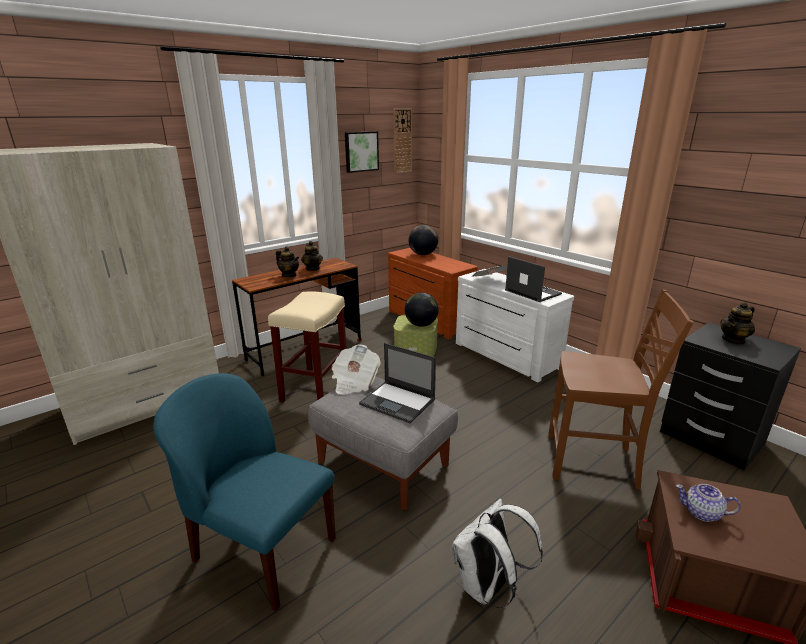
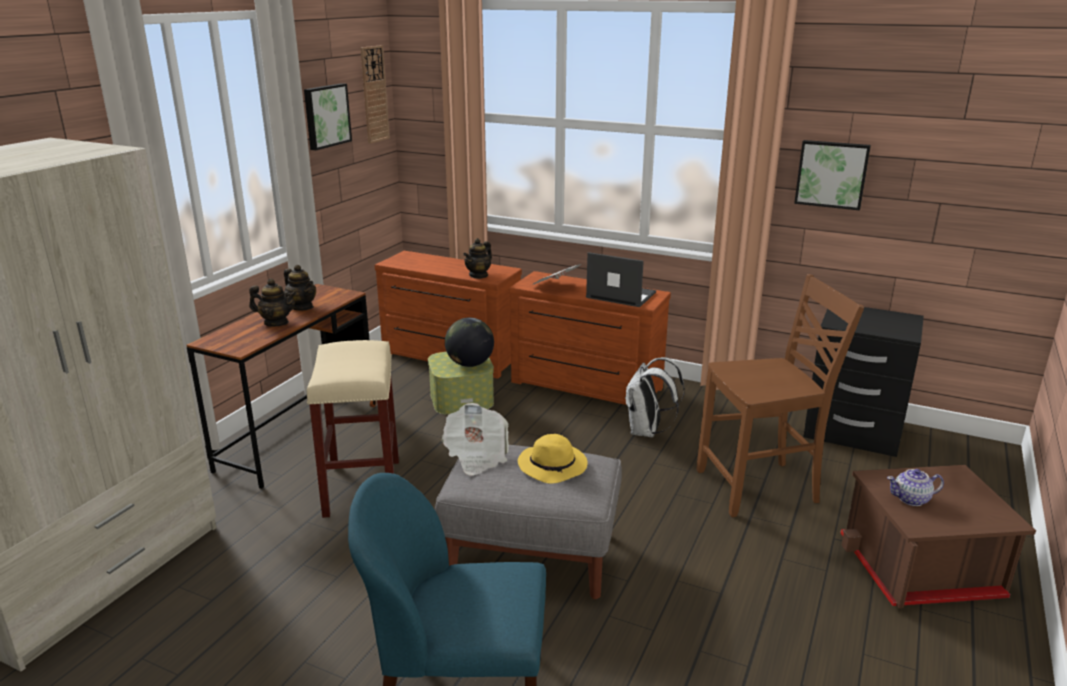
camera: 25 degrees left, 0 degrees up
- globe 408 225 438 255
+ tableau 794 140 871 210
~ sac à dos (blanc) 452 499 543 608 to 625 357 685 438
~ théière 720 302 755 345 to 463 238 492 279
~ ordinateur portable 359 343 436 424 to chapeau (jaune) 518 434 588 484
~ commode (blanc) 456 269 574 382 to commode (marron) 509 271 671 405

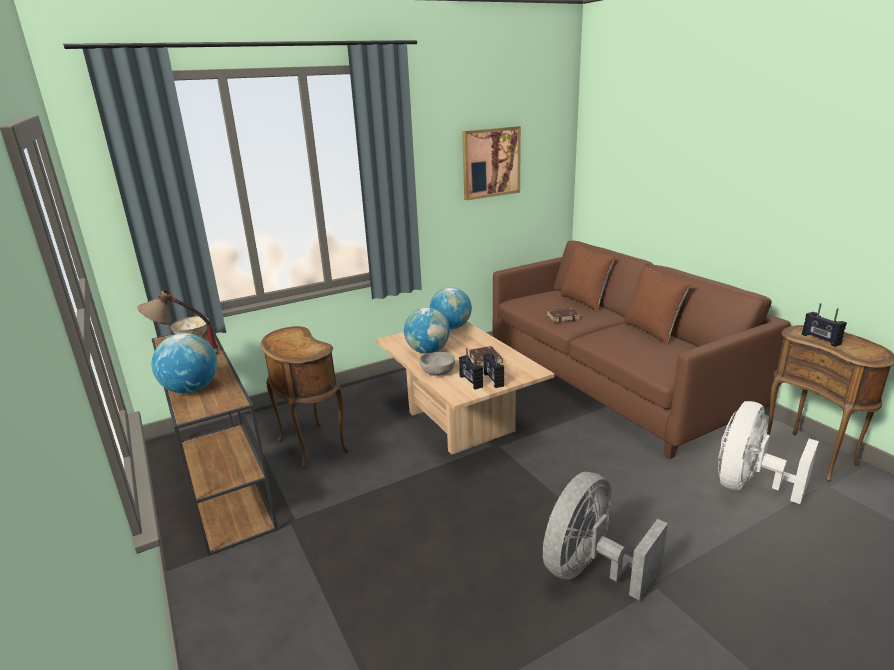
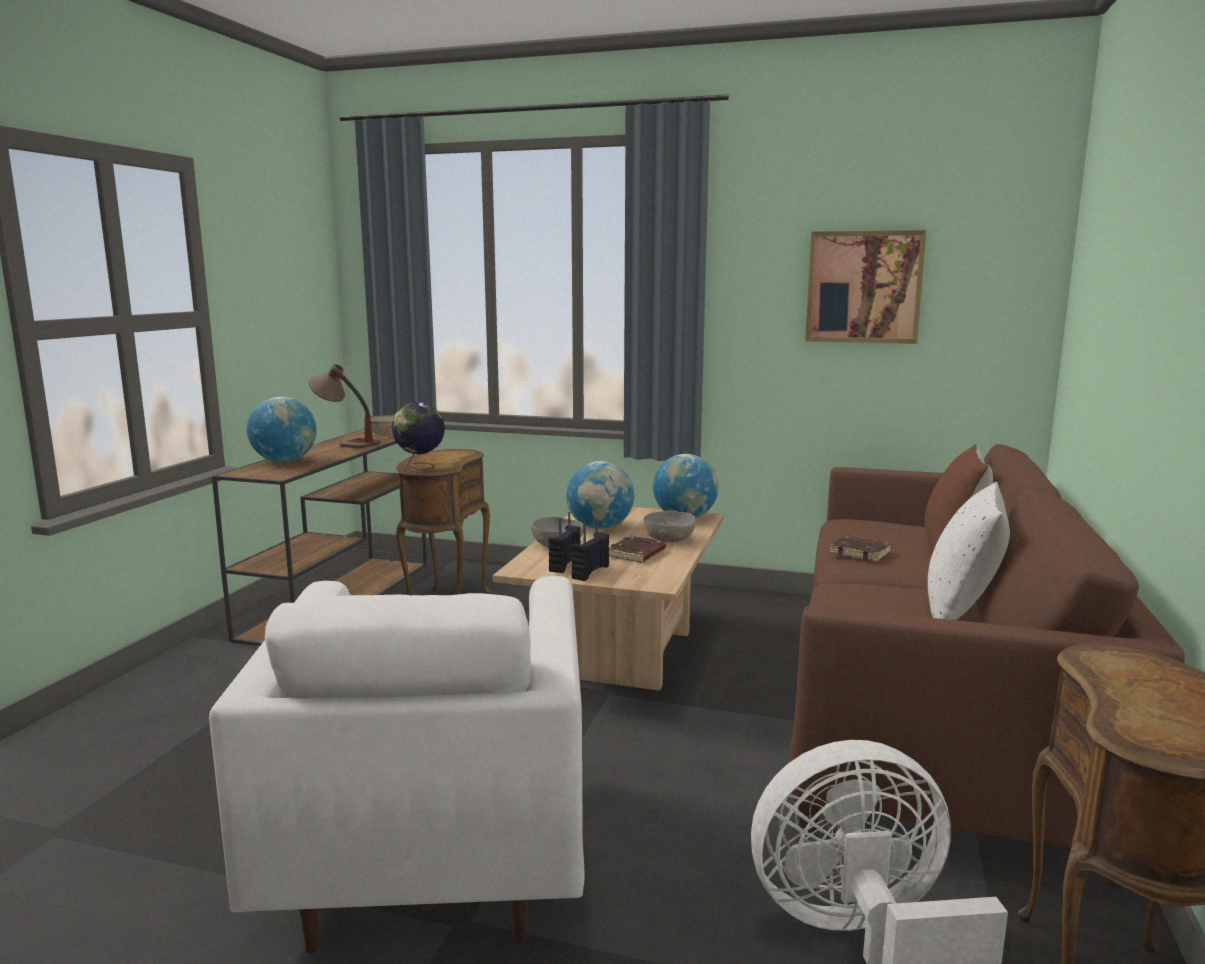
camera: 45 degrees right, 10 degrees down
- radio 802 303 847 347
+ globe 391 402 445 470
+ bol (gris) 644 510 696 542
~ ventilateur (gris) 543 472 668 600 to fauteuil (blanc) 209 576 585 953
~ coussin (marron) 623 265 692 345 to coussin (blanc) 928 482 1010 620

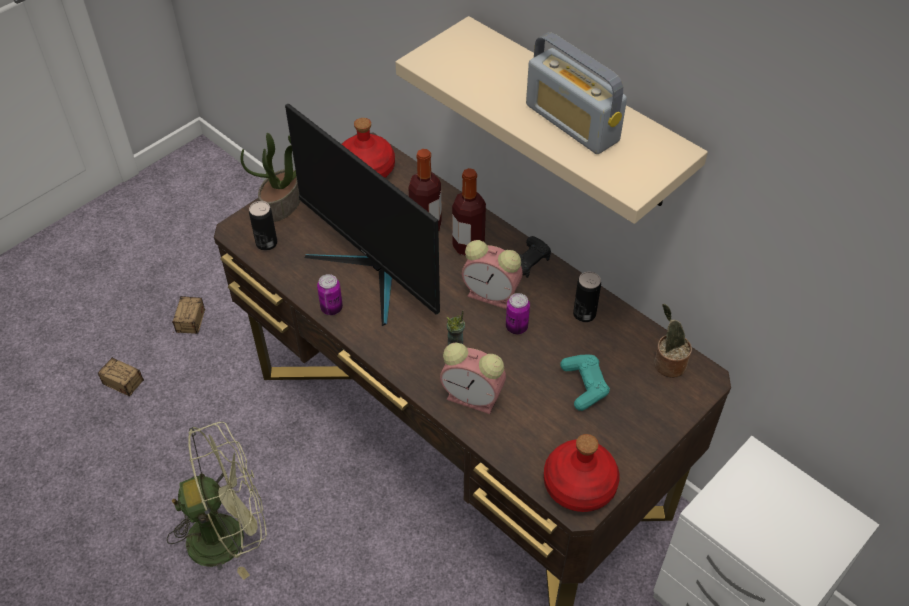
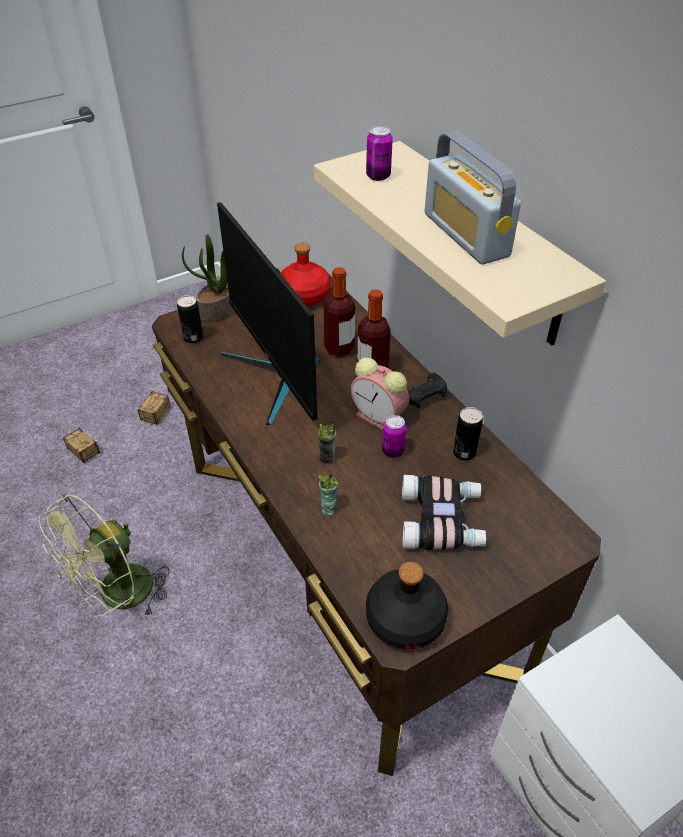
camera: 15 degrees right, 5 degrees down
- plante en pot 654 304 692 378
~ boîte métallique 317 274 343 315 to 366 126 393 181
~ réveil 440 342 506 414 to tasse 318 473 339 516
~ manette (turquoise) 560 355 610 411 to jumelles 402 475 486 550
~ bouteille (rouge) 544 434 620 512 to bouteille (noir) 366 562 448 649
~ ventilateur (vert) 167 422 267 580 = 38 494 170 618 135 degrees clockwise

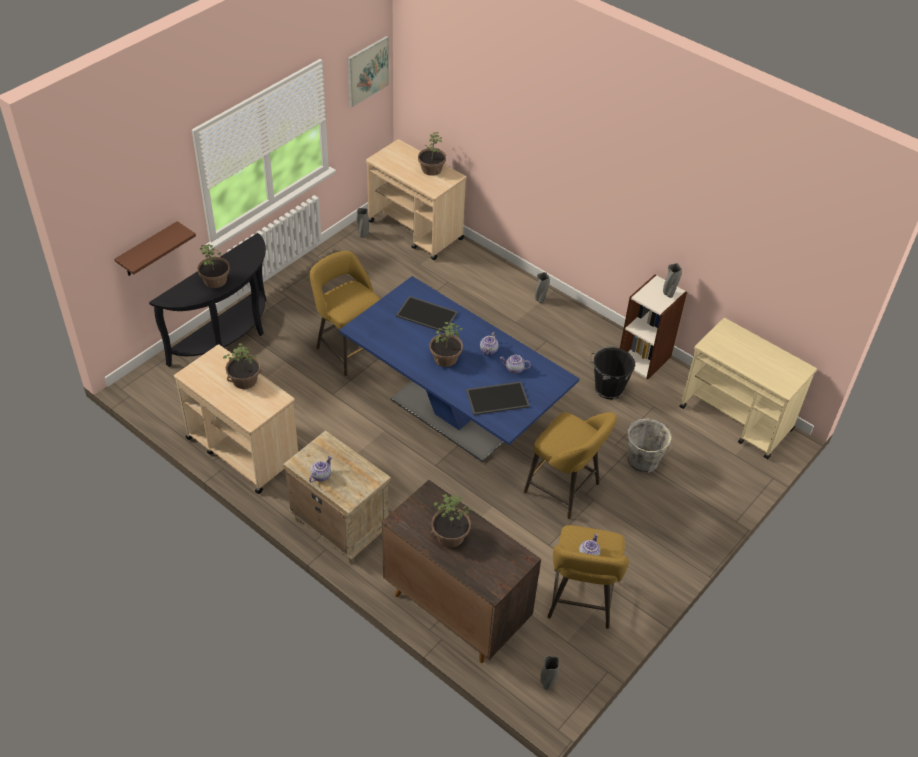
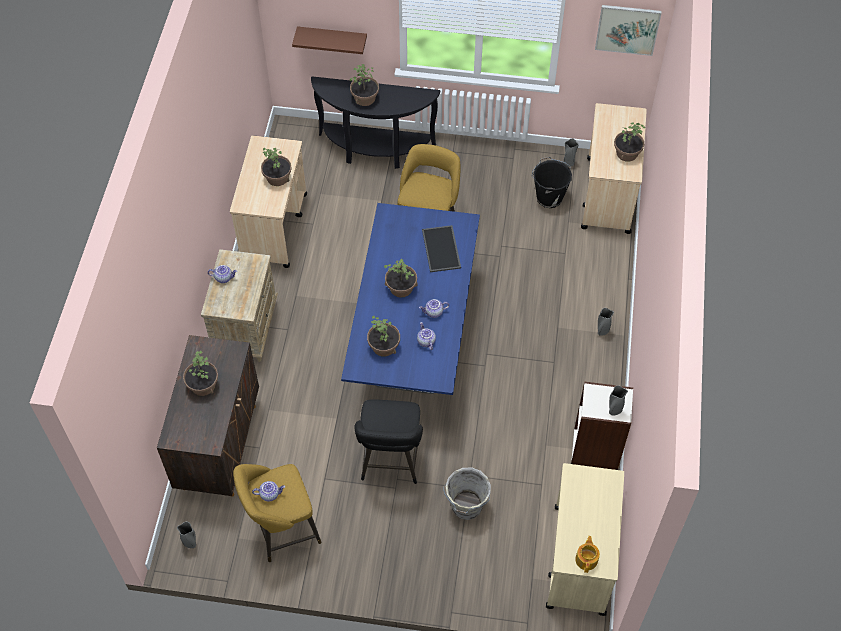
camera: 60 degrees right, 10 degrees up
+ théière 575 536 600 573
~ seau (noir) 589 345 635 399 to 532 157 572 208
~ plateau 466 382 530 415 to plante en pot 367 316 400 357
~ tabouret (jaune) 524 412 617 519 to tabouret (noir) 354 399 423 484

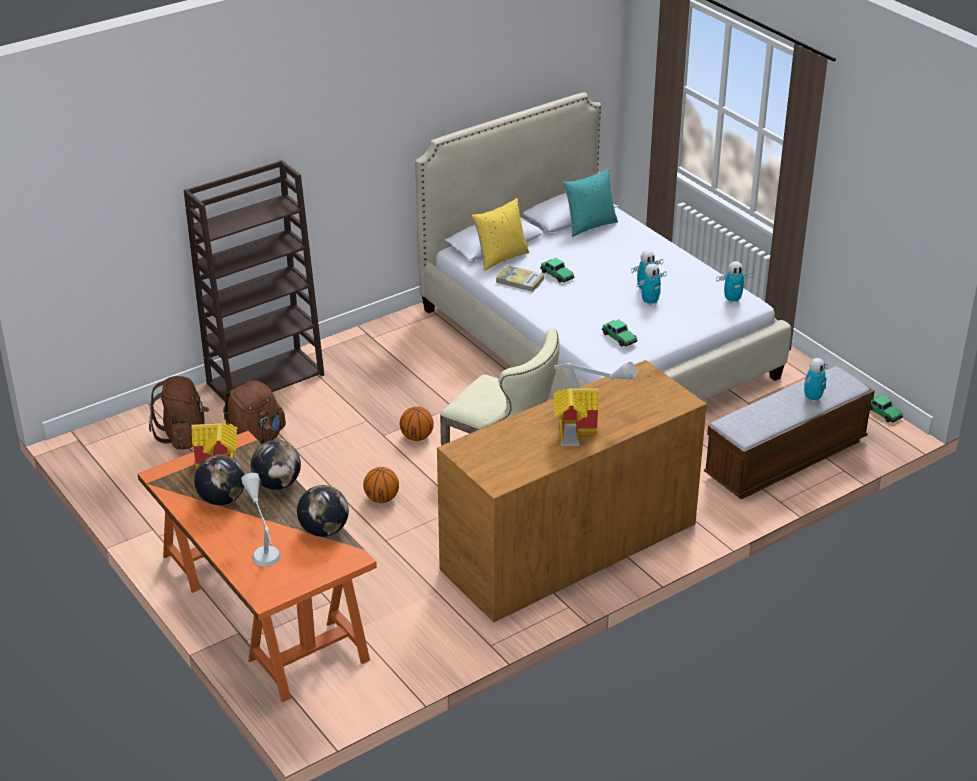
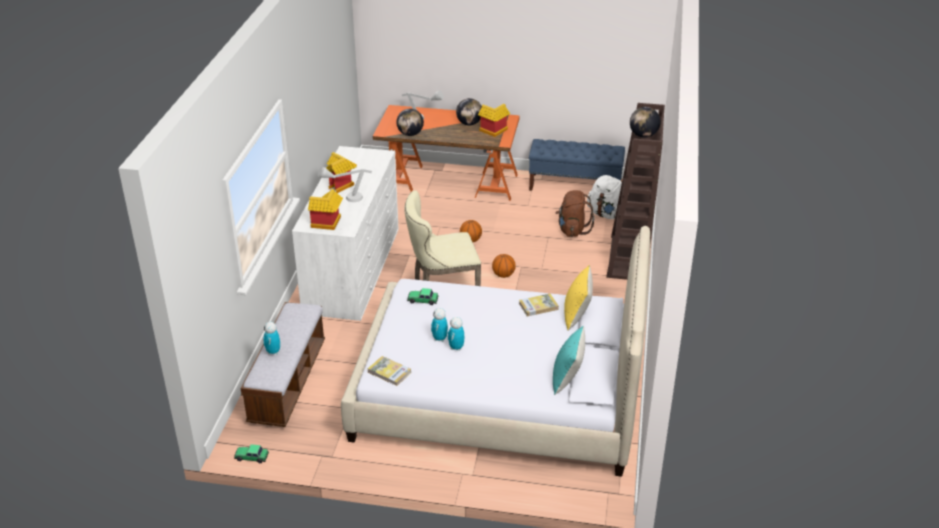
camera: 135 degrees right, 0 degrees up
- petite voiture 540 258 574 283
+ maison miniature 308 189 343 230
+ banc (bleu) 529 139 625 191
~ globe 251 440 301 490 to 630 107 661 138
~ robot jouet 716 261 754 303 to livre 368 356 411 386
~ sac à dos (marron) 149 376 209 450 to sac à dos (blanc) 587 175 622 219
~ commode (marron) 437 360 707 622 to commode (blanc) 292 146 399 321

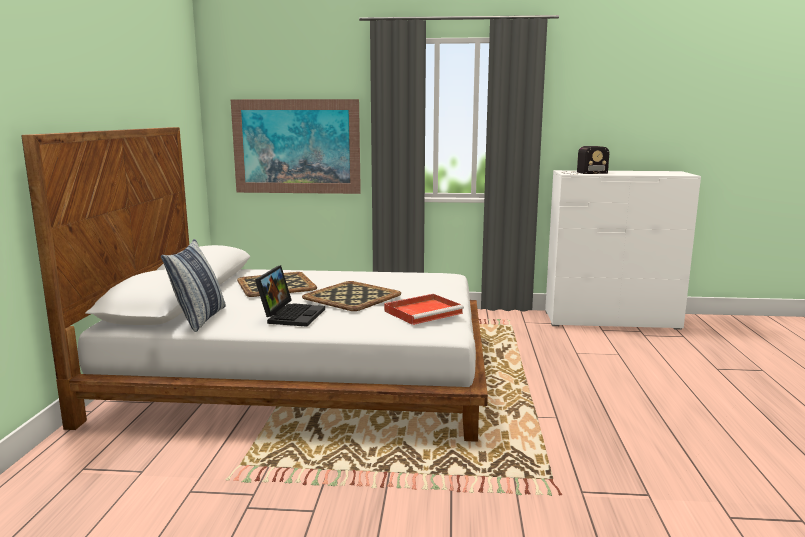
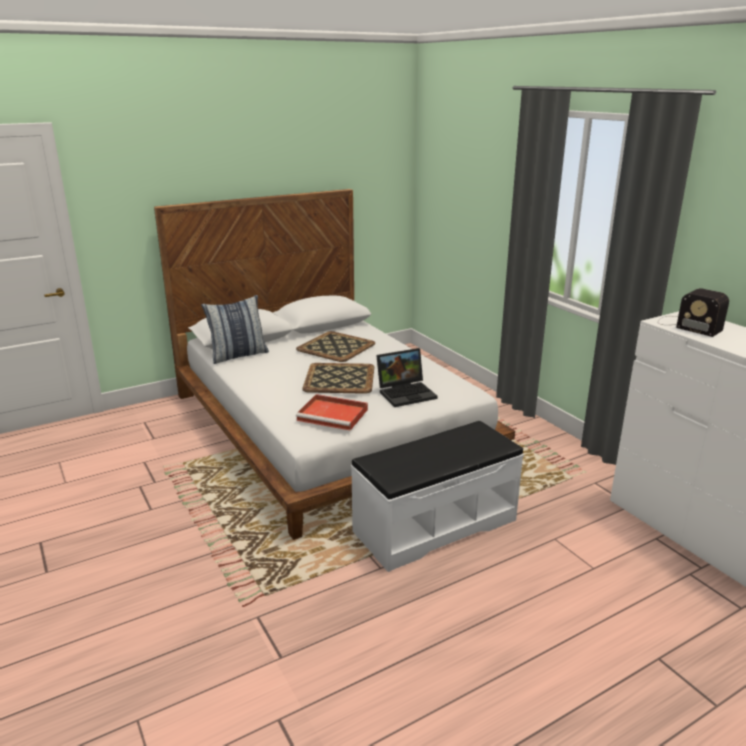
camera: 55 degrees right, 10 degrees up
- tableau 231 99 361 194
+ banc (blanc) 351 421 524 572
~ ordinateur portable 255 265 325 327 to 376 348 438 407

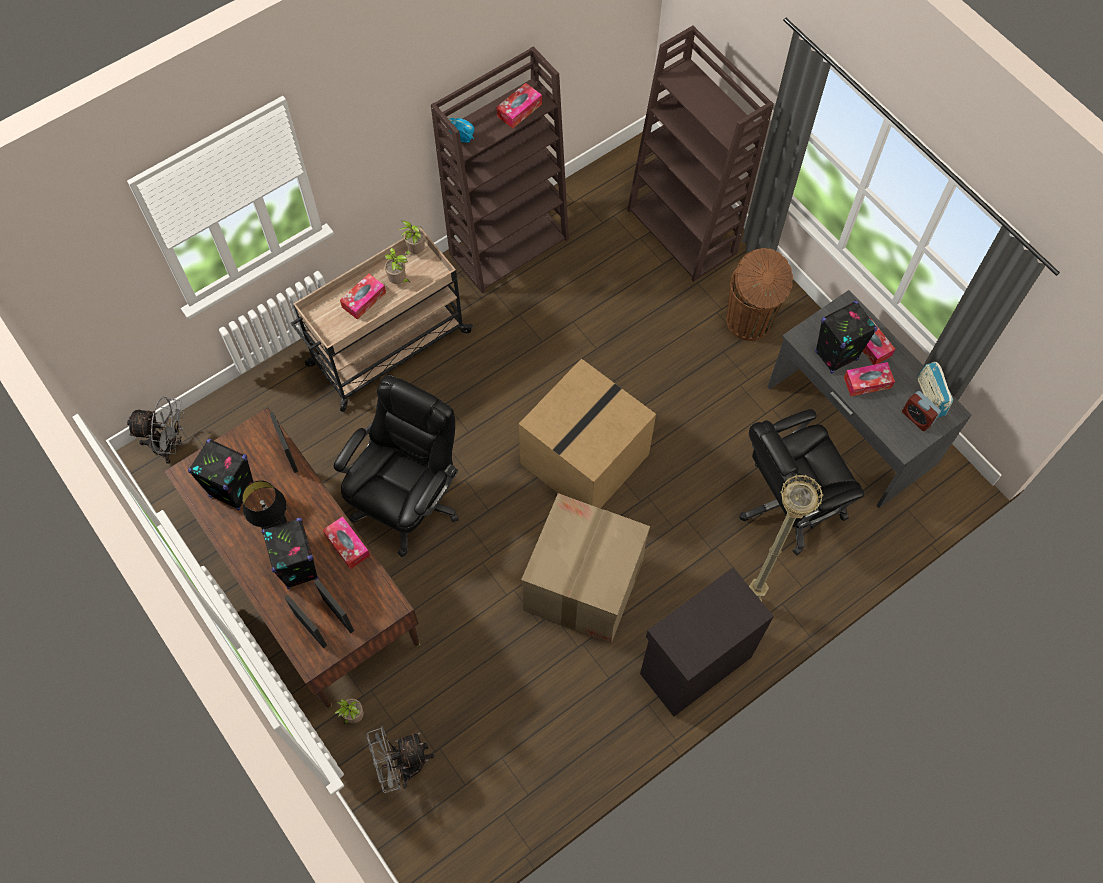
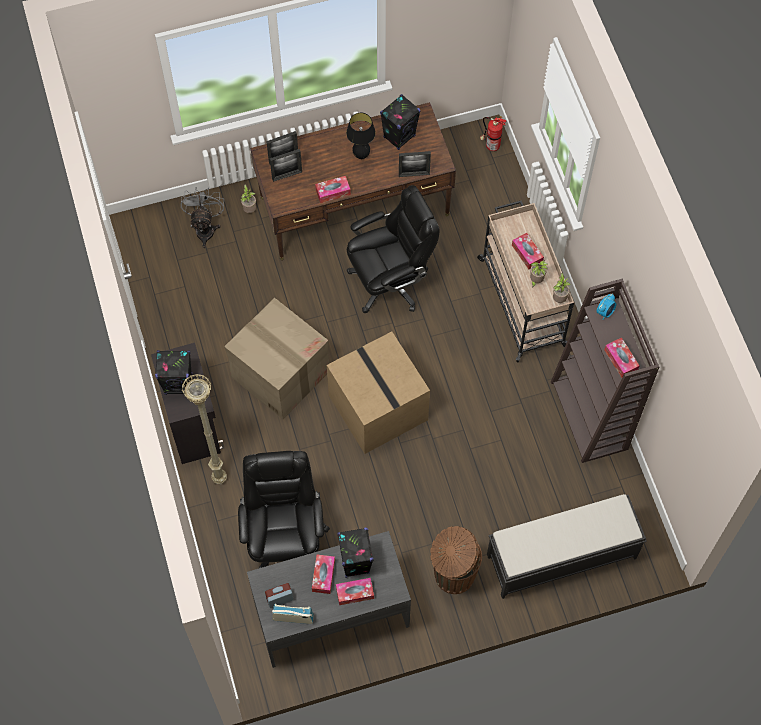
camera: 110 degrees right, 0 degrees up
~ enceinte (noir) 262 518 319 589 to 155 350 192 395
~ ventilateur (gris) 127 397 185 464 to extincteur 480 116 507 151
~ bibliothèque (marron) 627 25 774 282 to banc (noir) 487 494 647 599
~ chaise de bureau (noir) 334 375 459 557 = 347 185 439 313 75 degrees counterclockwise

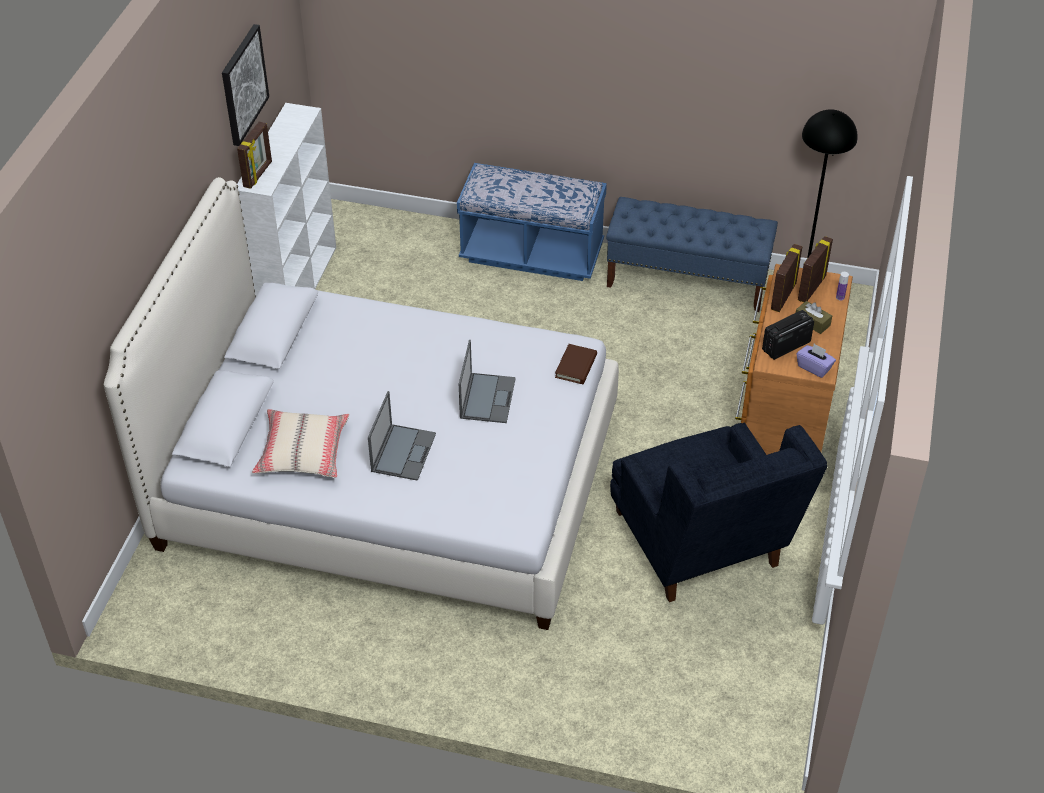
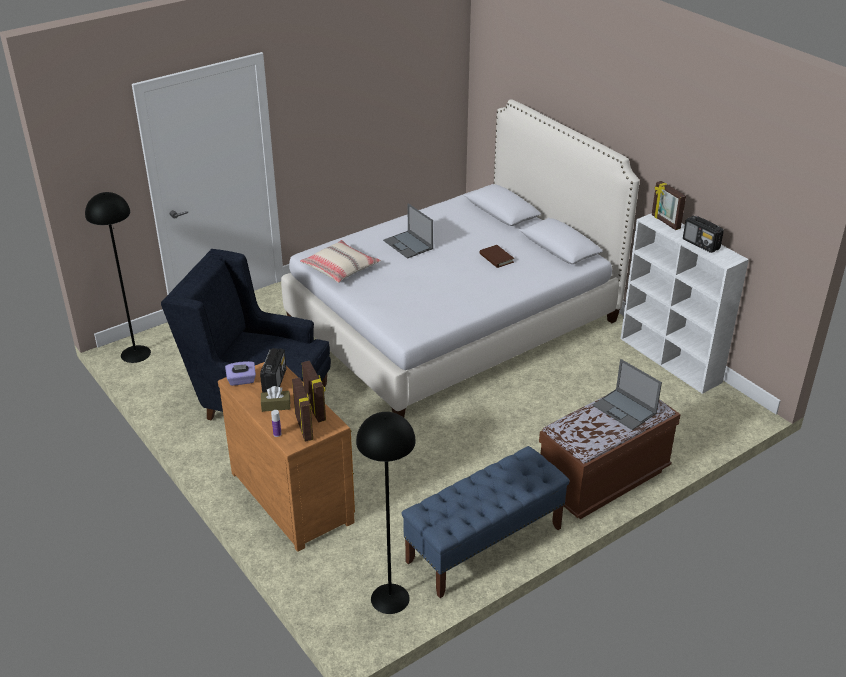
camera: 130 degrees right, 10 degrees down
- tableau 222 24 269 146
+ lampadaire (noir) 85 192 151 363
+ radio 683 216 724 253
~ coussin (beige) 252 409 349 478 to 300 240 381 283
~ ordinateur portable 459 340 516 423 to 592 359 662 430
~ livre (marron) 555 344 597 384 to 479 245 514 268
~ banc (bleu) 457 163 607 281 to banc (marron) 539 397 681 519

